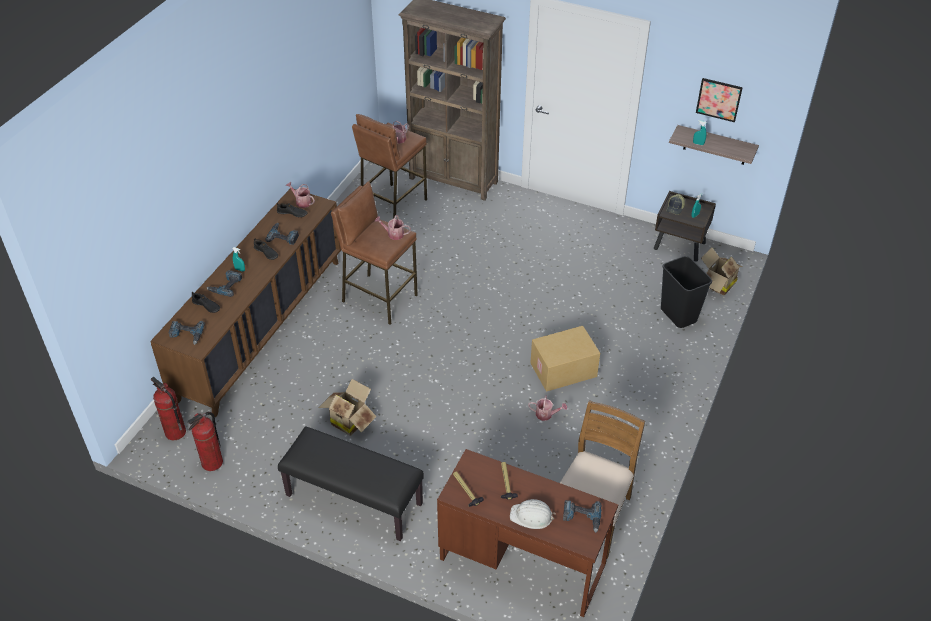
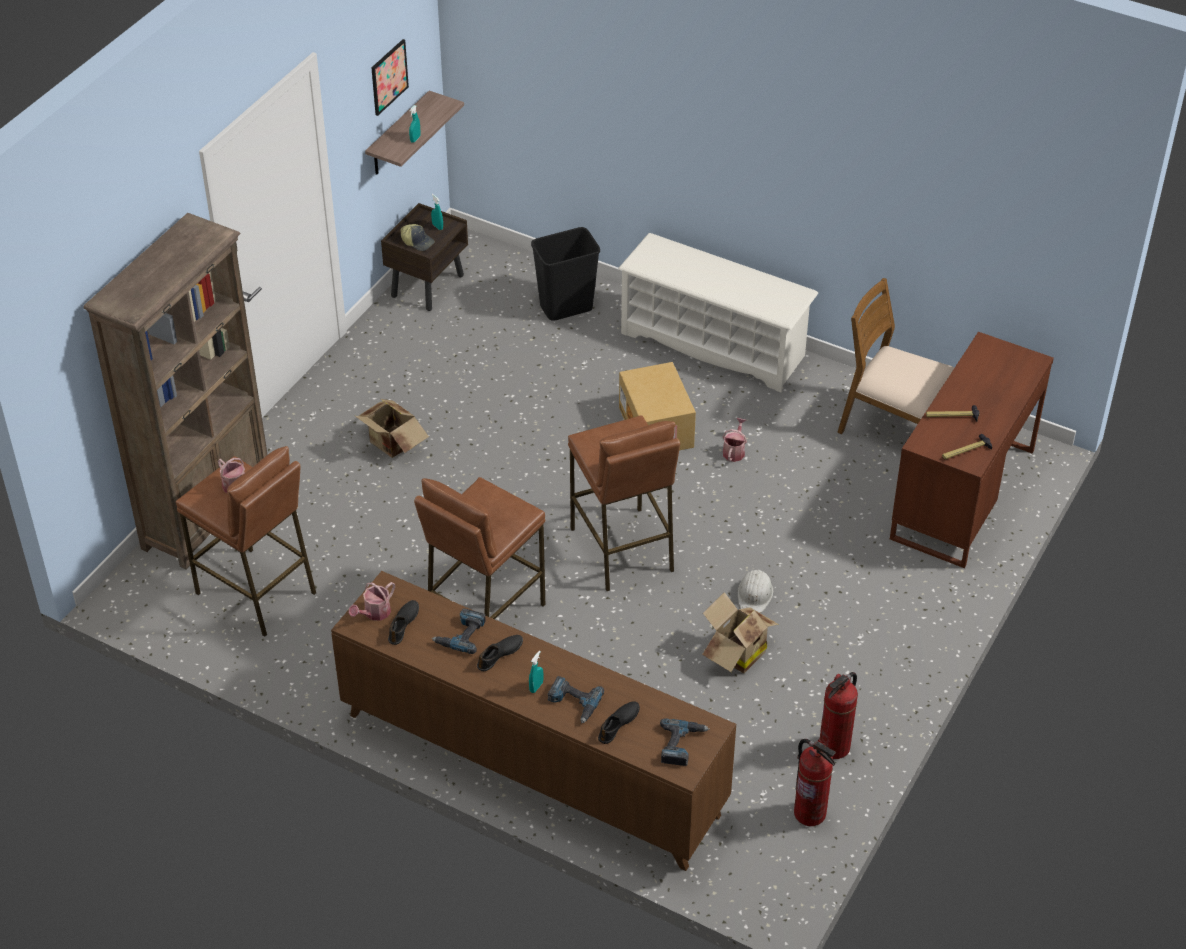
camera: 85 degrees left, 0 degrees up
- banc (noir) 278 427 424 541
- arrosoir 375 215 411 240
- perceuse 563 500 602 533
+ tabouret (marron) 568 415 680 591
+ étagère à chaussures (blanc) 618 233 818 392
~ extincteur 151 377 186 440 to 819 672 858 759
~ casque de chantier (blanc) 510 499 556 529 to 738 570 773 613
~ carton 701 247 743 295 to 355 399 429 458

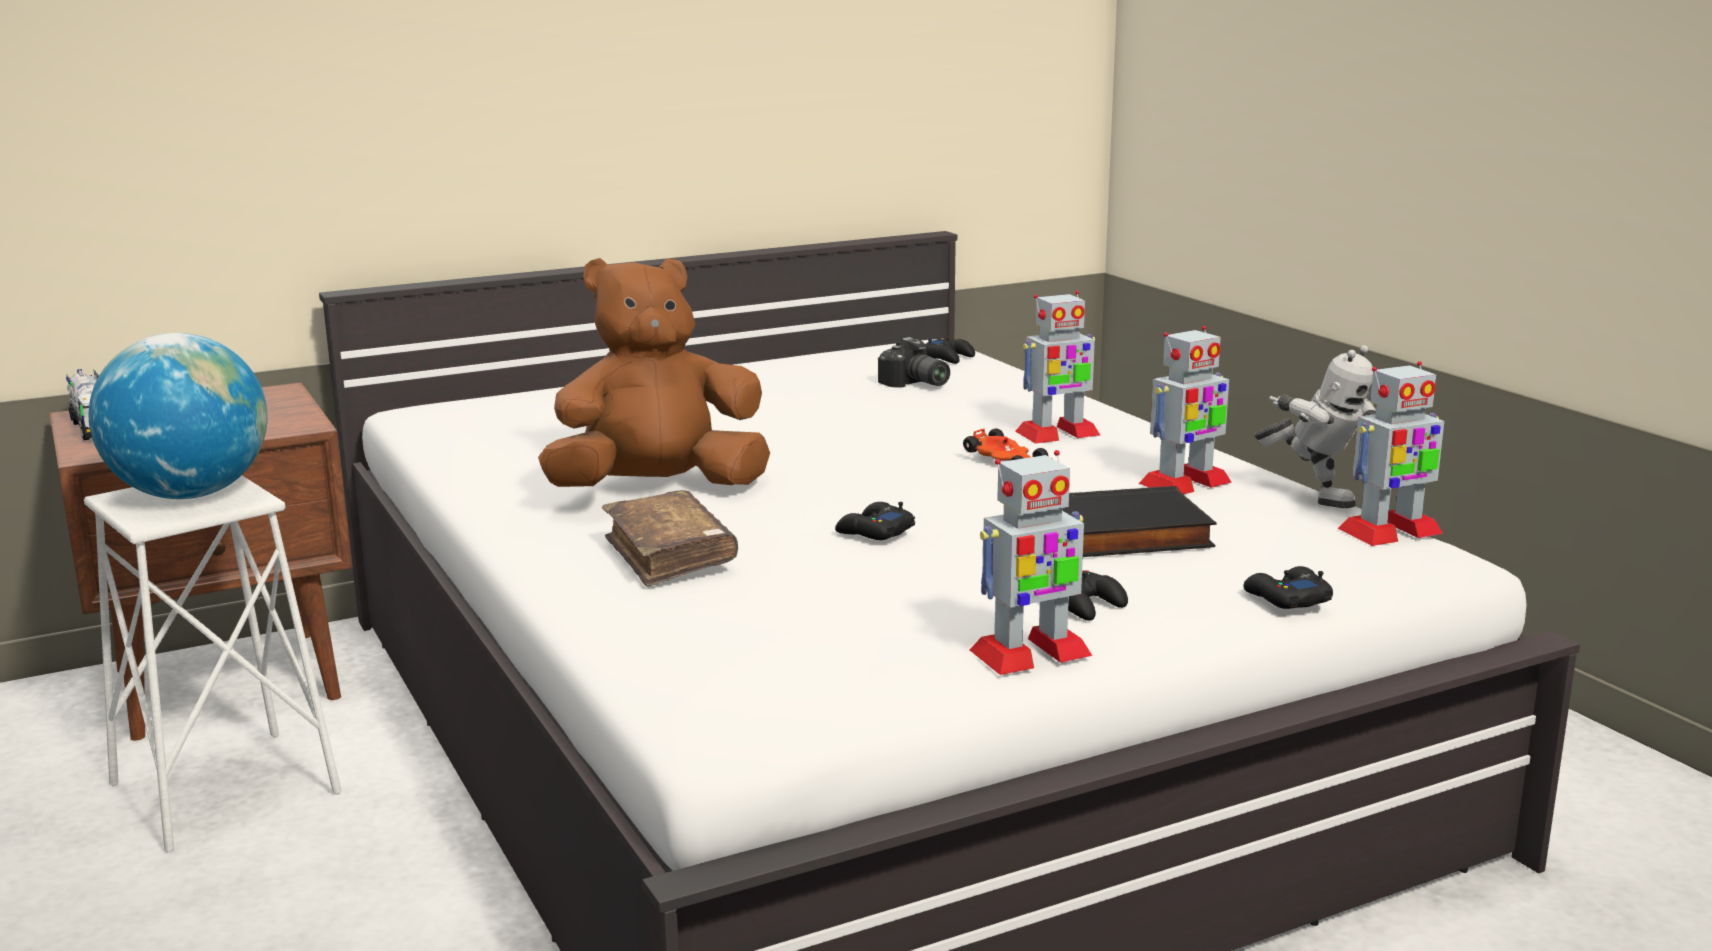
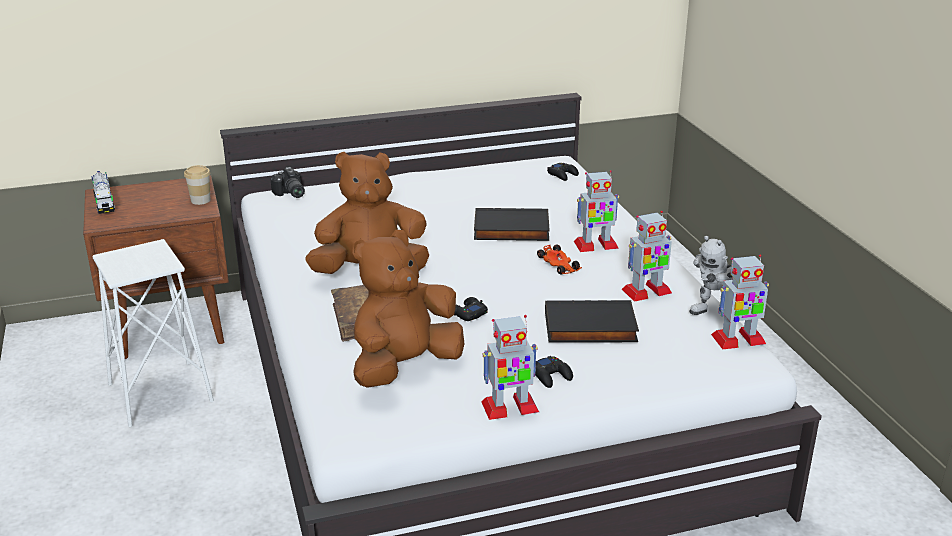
camera: 10 degrees right, 10 degrees up
- globe 89 333 267 499
- manette (noir) 1243 566 1333 609
+ tasse 184 165 211 205
+ peluche (marron) 353 230 464 388
+ livre (noir) 474 208 550 241
~ appareil photo 878 337 950 388 to 271 167 305 198
~ robot jouet 1255 345 1376 508 = 689 236 733 315 75 degrees clockwise

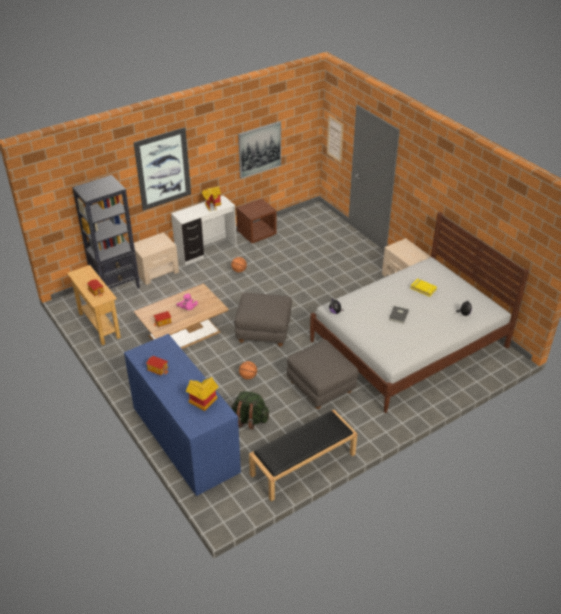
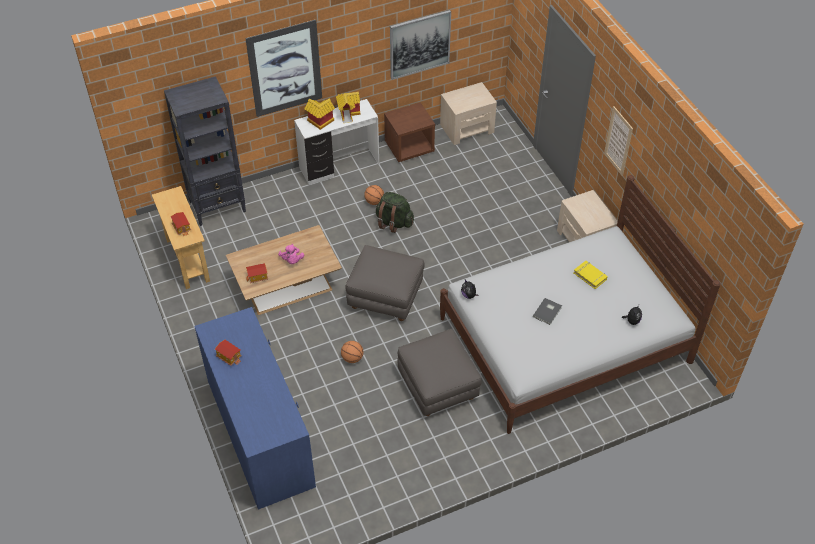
camera: 10 degrees right, 10 degrees up
- banc (noir) 249 410 357 502
~ table de chevet (beige) 134 232 179 285 to 440 82 497 145
~ maison miniature 186 377 218 411 to 304 99 335 130
~ sac à dos (vert) 231 391 269 430 to 376 192 414 233
~ tableau 327 115 344 163 to 604 106 633 176

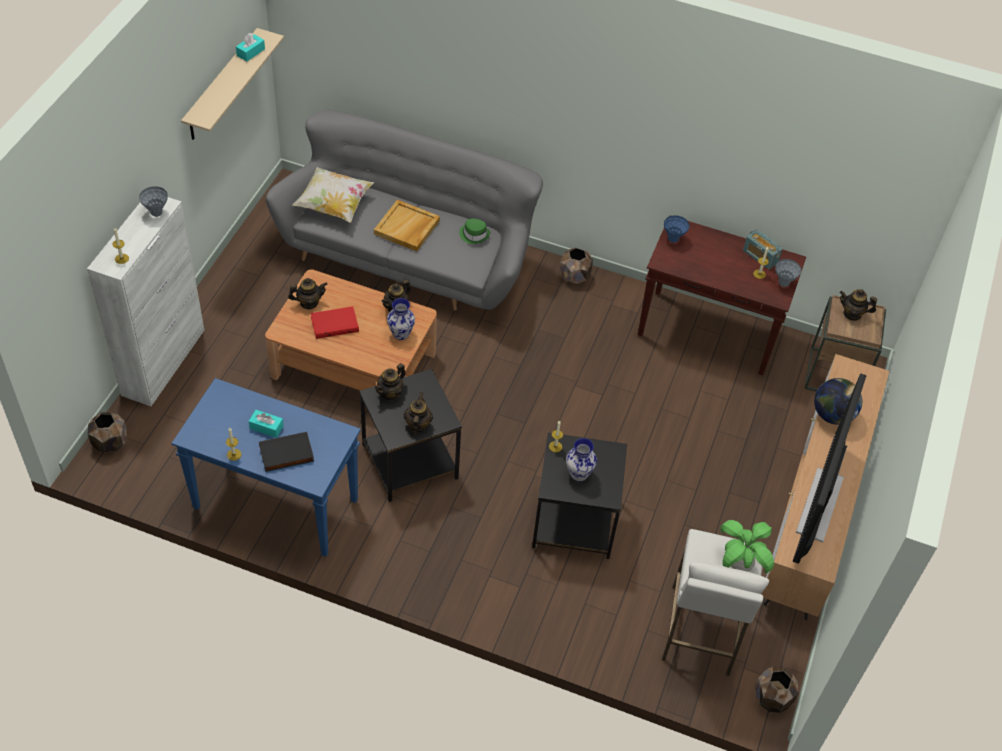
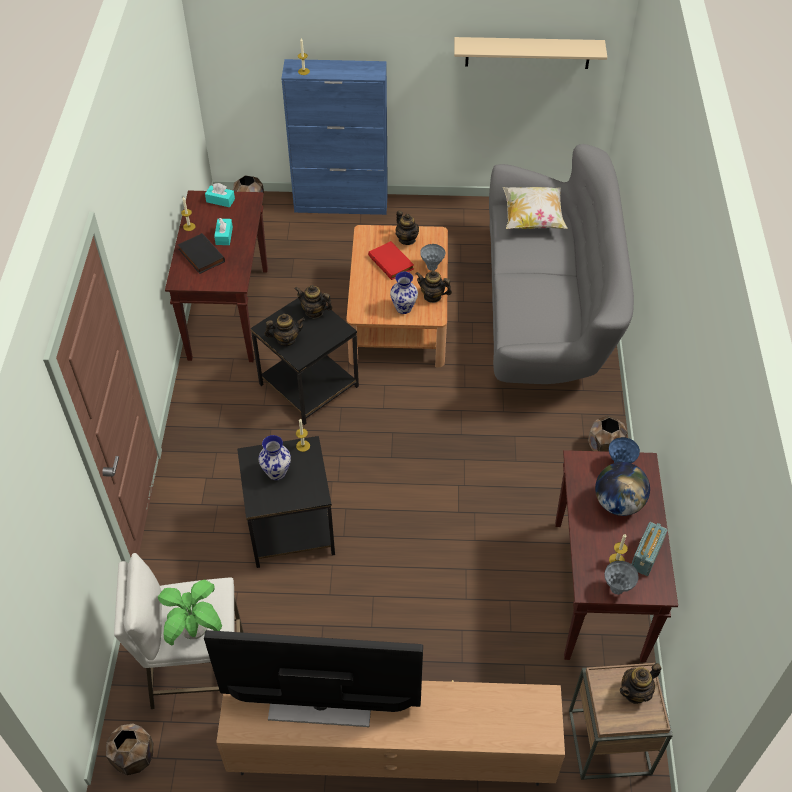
camera: 75 degrees right, 0 degrees up
- plateau (beige) 374 200 440 251
- chapeau (vert) 459 219 490 244
~ vase (gris) 139 186 168 217 to 420 244 445 271
~ boîte à mouchoirs (turquoise) 236 33 265 61 to 205 183 235 207
~ globe 814 378 862 425 to 595 462 650 516
~ meuble de rangement (blanc) 87 197 204 406 to meuble de rangement (bleu) 281 59 388 215
~ table console (bleu) 172 378 361 557 to table console (marron) 165 191 268 362
~ théière 839 289 877 321 = 620 663 661 704 120 degrees counterclockwise

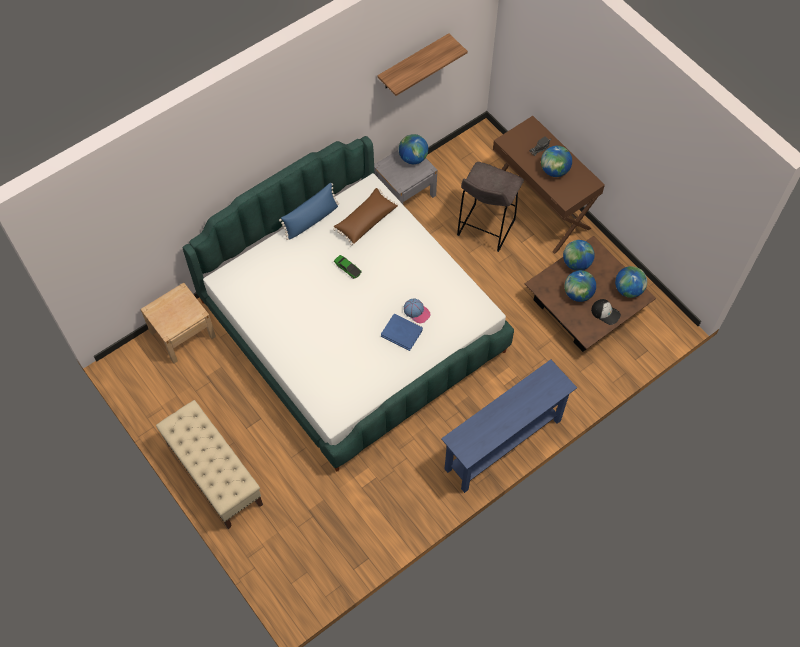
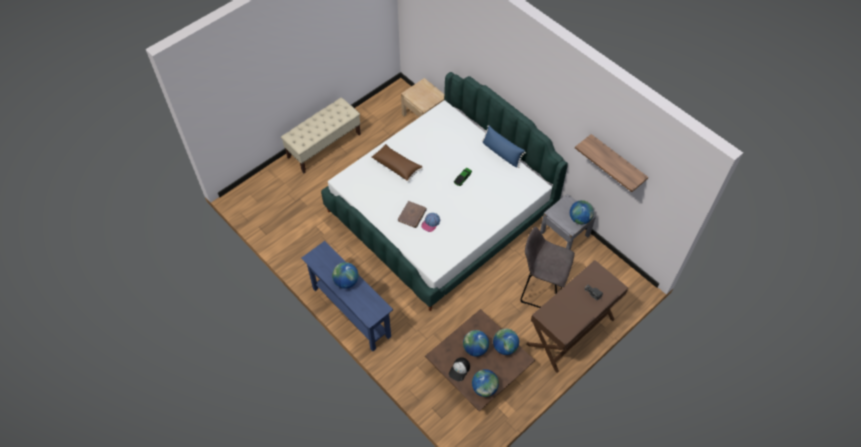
camera: 85 degrees right, 5 degrees down
~ coussin (marron) 333 188 398 245 to 371 144 422 182
~ globe 541 146 572 177 to 332 262 358 289
~ livre (bleu) 381 314 423 351 to livre (marron) 398 201 427 228

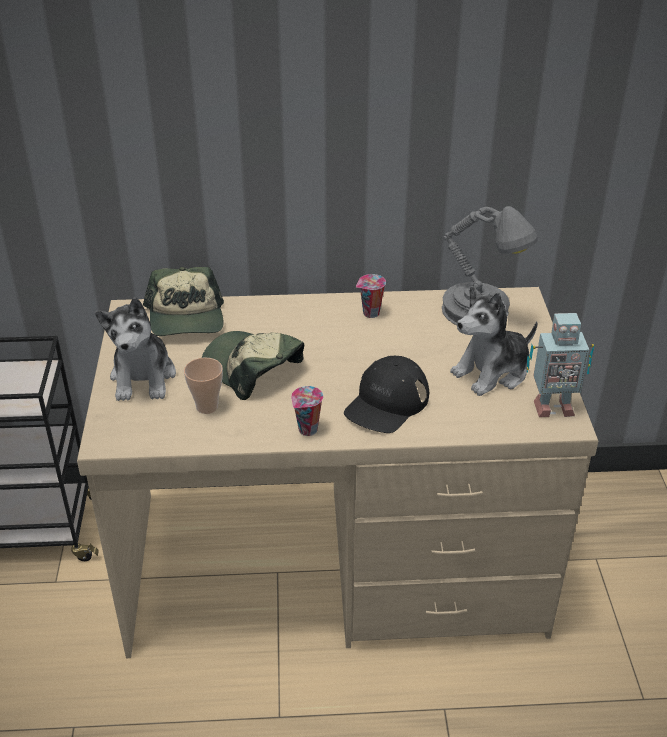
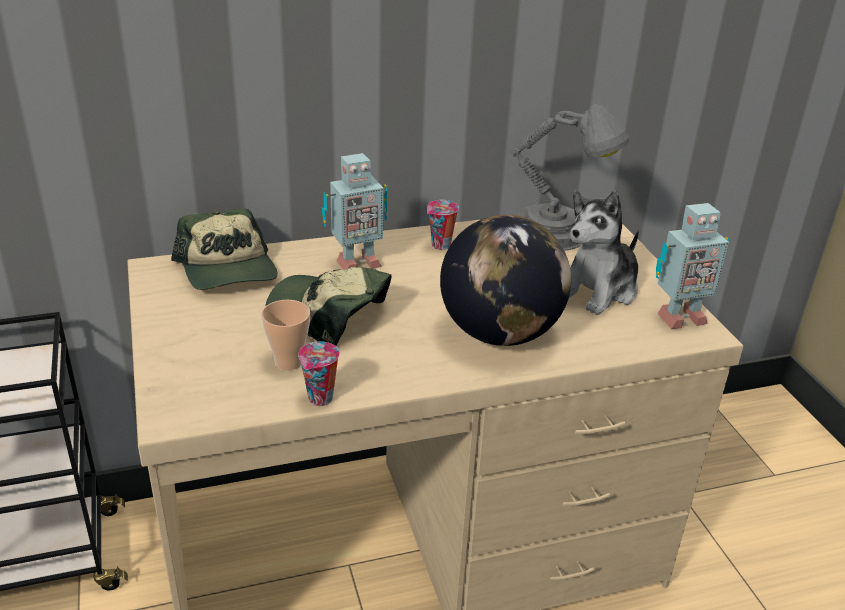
camera: 15 degrees left, 5 degrees down
- peluche 95 297 176 401
+ robot jouet 322 153 387 269
~ tasse 291 386 323 436 to 298 341 340 406
~ casquette (noir) 344 356 429 433 to globe 440 215 571 346

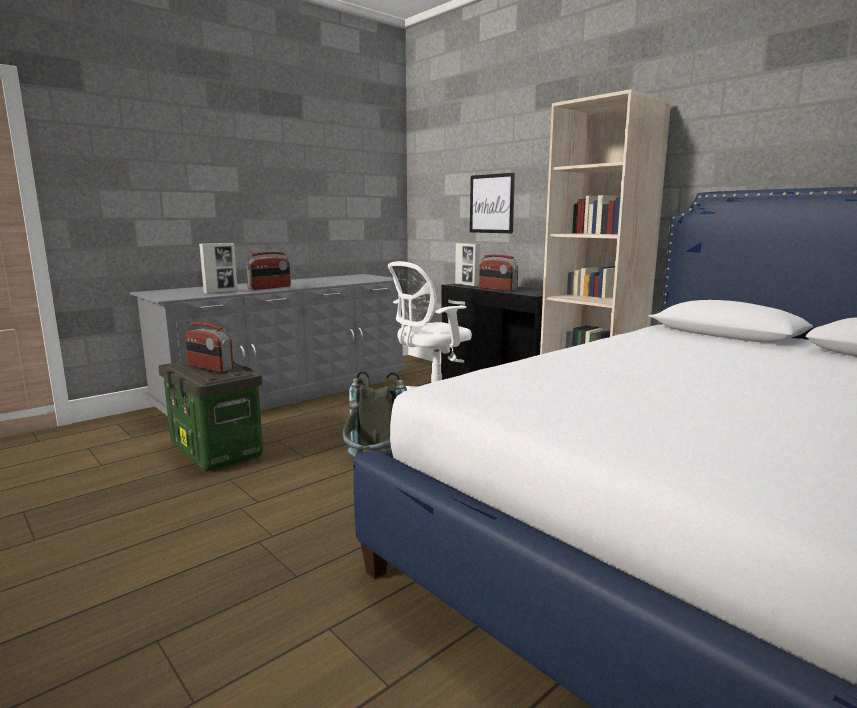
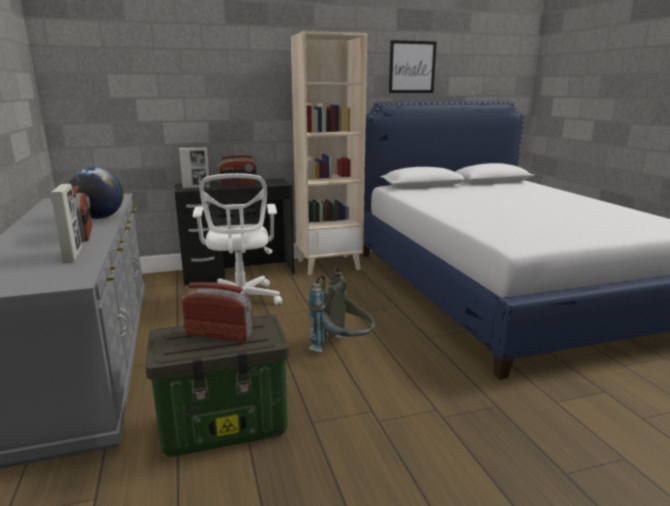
camera: 65 degrees left, 5 degrees up
+ globe 69 168 124 219
~ tableau 470 173 515 234 to 389 40 436 93
~ radio 185 322 234 372 = 182 282 253 342 135 degrees counterclockwise

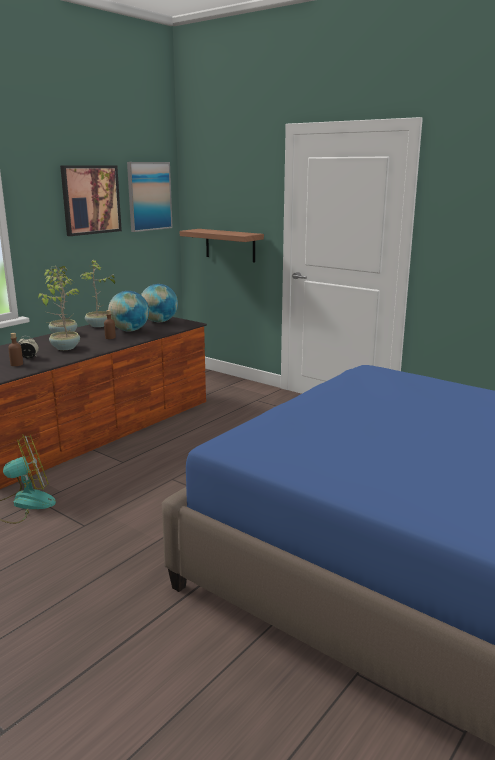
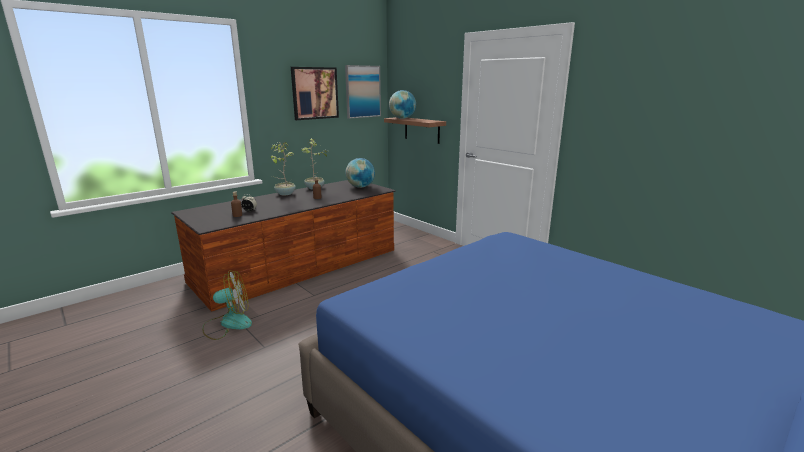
camera: 10 degrees right, 0 degrees up
- plante en pot 38 274 80 350
~ globe 108 291 149 331 to 389 90 416 119

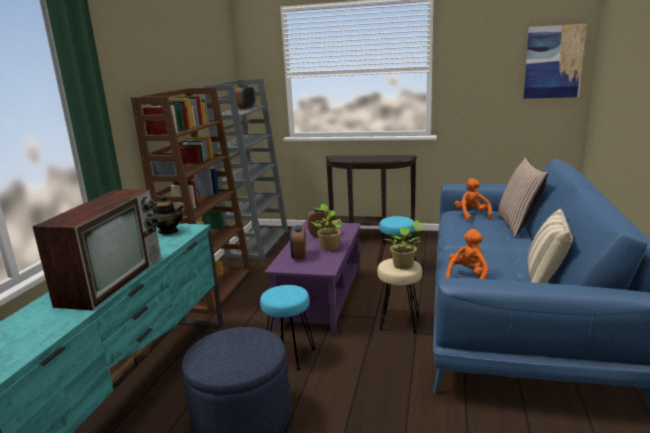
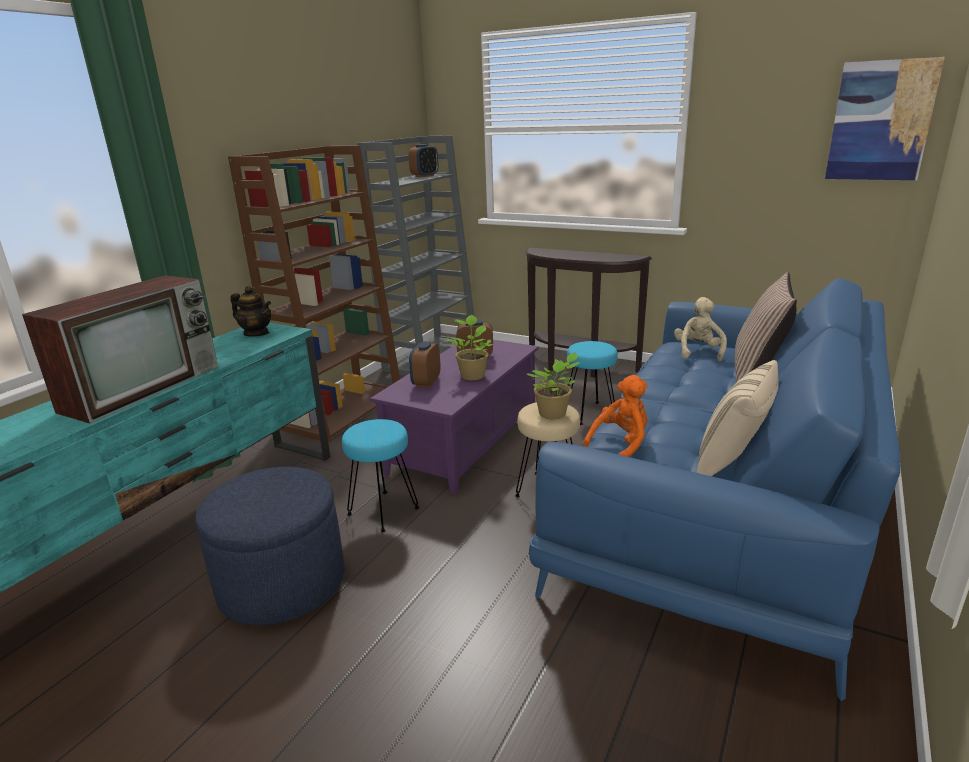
camera: 15 degrees right, 5 degrees up
~ peluche (orange) 455 178 492 220 to peluche (beige) 674 297 727 361

